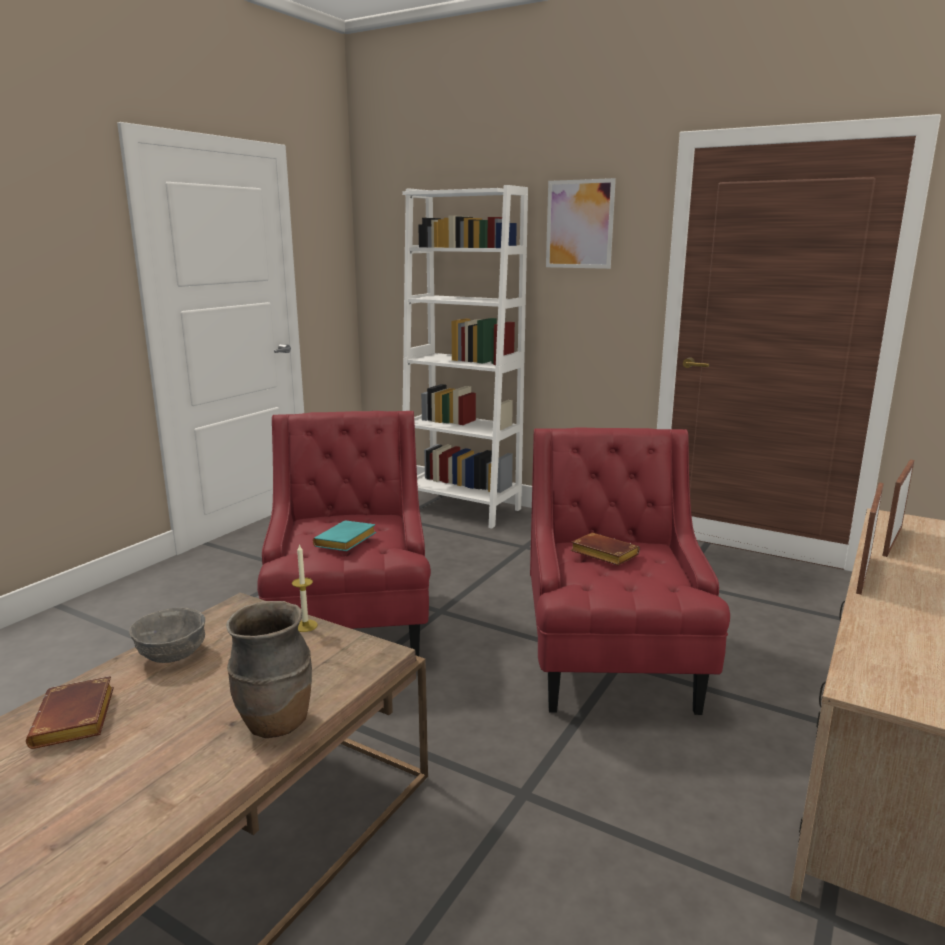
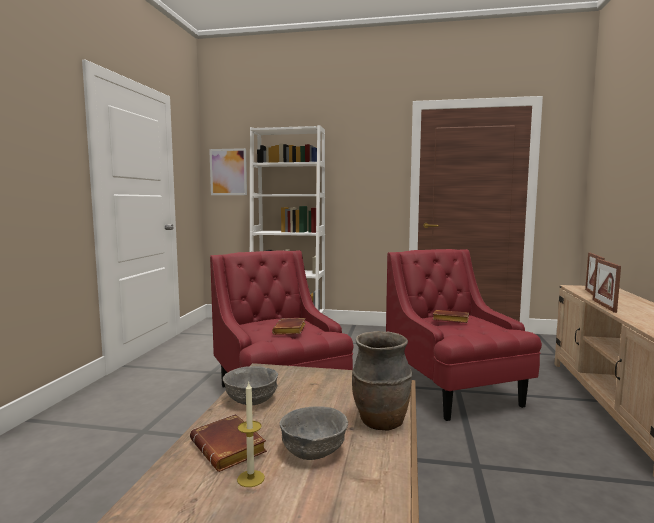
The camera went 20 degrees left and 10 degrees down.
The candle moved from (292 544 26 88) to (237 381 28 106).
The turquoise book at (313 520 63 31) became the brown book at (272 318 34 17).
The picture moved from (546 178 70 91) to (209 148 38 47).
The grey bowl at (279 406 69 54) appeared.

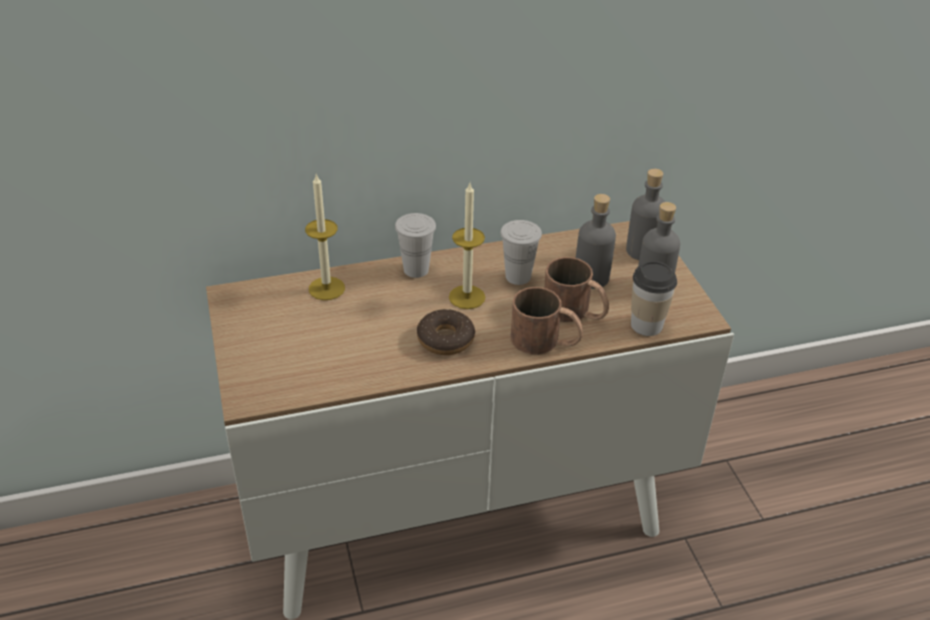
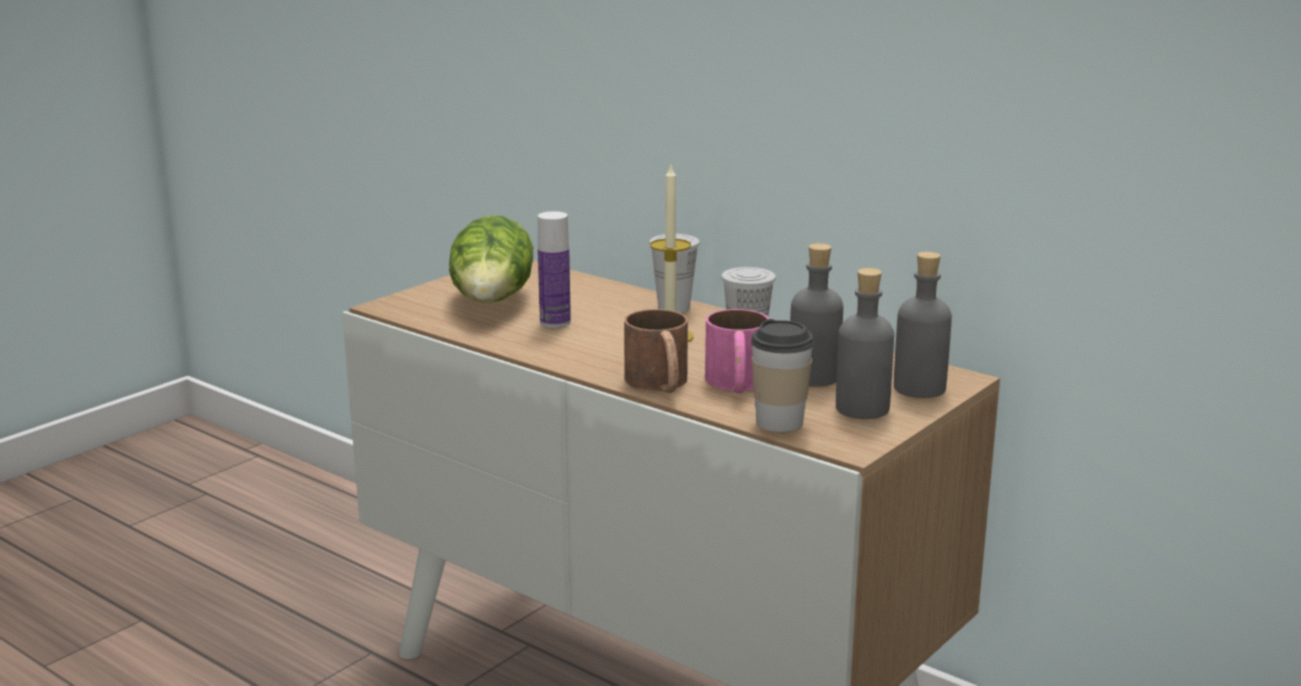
The camera went 55 degrees right and 20 degrees down.
The candle at (305 173 40 127) disappeared.
The donut at (417 309 58 46) disappeared.
The brown mug at (544 257 65 65) became the pink mug at (705 309 64 84).
The lettuce at (449 216 84 87) appeared.
The bottle at (538 211 33 117) appeared.

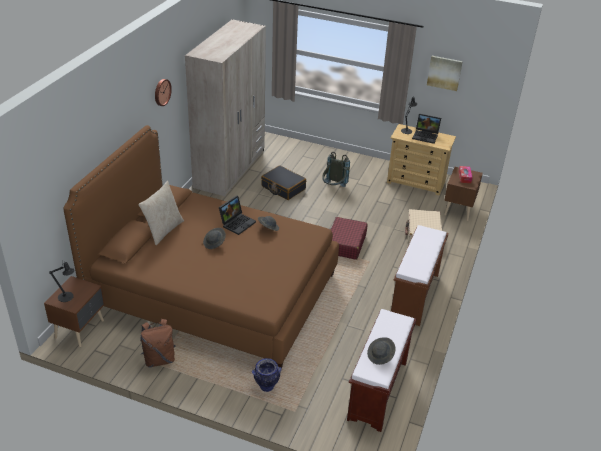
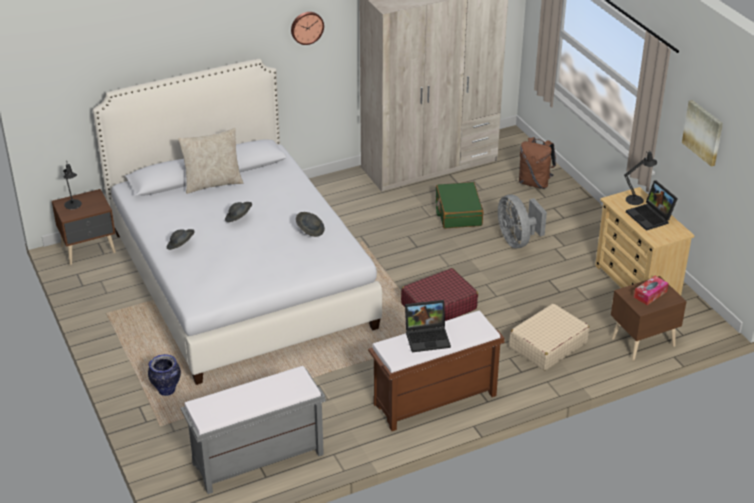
The camera went 45 degrees right and 0 degrees up.
The brown bed at (63 125 276 243) became the white bed at (93 59 289 326).
The brown backpack moved from (140 319 36 49) to (519 137 37 52).
The laptop moved from (219 195 37 40) to (405 300 46 52).
The black suitcase at (261 165 45 35) became the green suitcase at (436 182 48 46).
The grey backpack at (322 152 28 35) was replaced by the grey fan at (498 194 49 54).
The brown bench at (347 309 69 123) became the grey bench at (181 366 145 128).
The grey hat moved from (367 337 29 28) to (167 229 28 21).

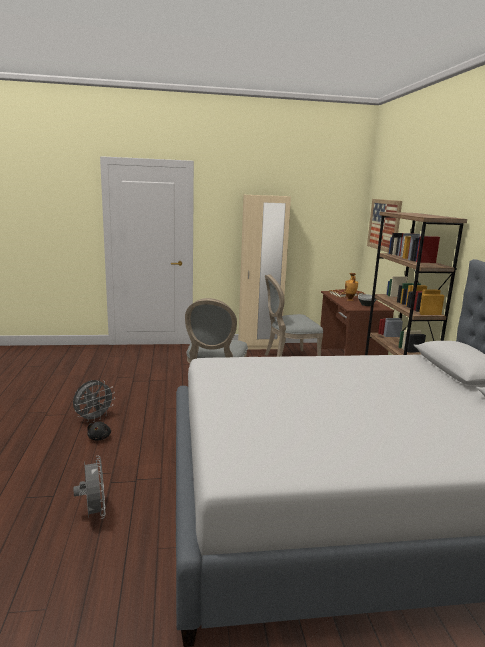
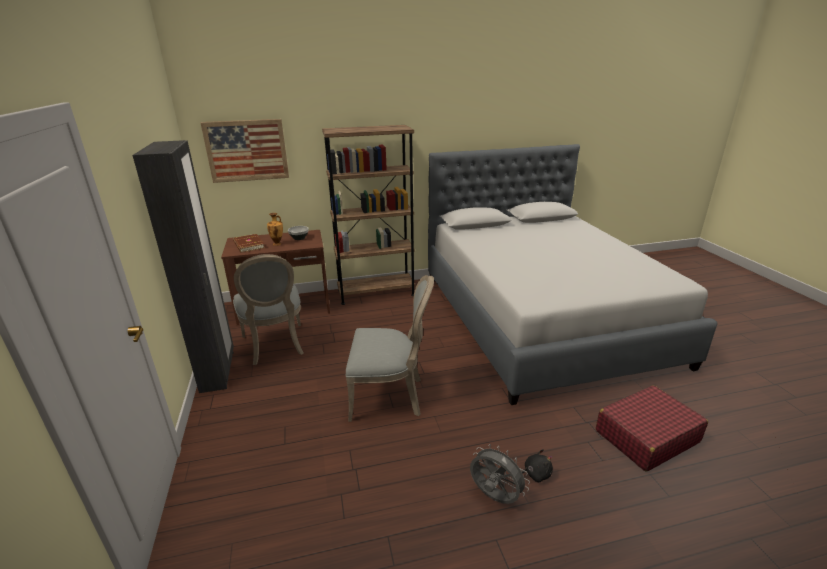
The camera went 95 degrees left and 10 degrees up.
The grey fan at (73 456 33 63) was replaced by the red suitcase at (596 385 112 87).
The beige wardrobe at (238 195 53 155) became the black wardrobe at (132 140 102 253).

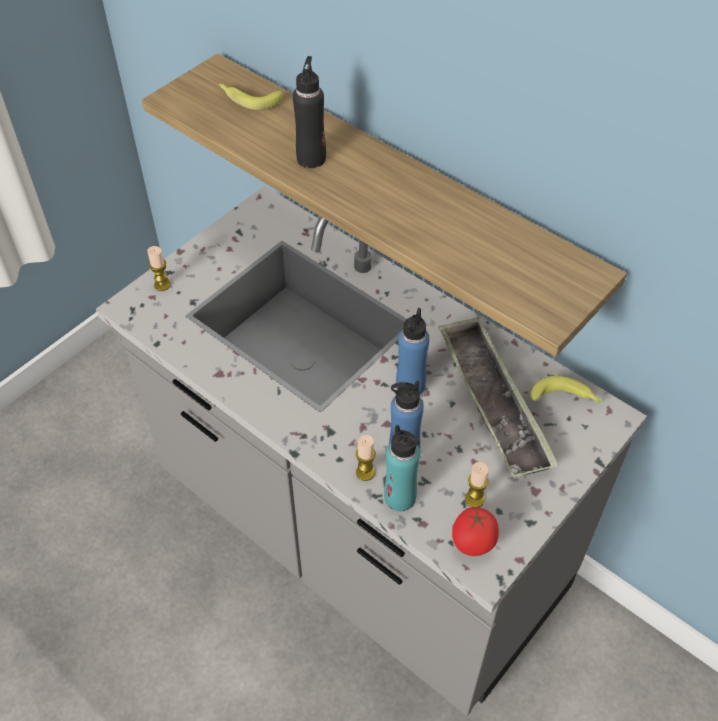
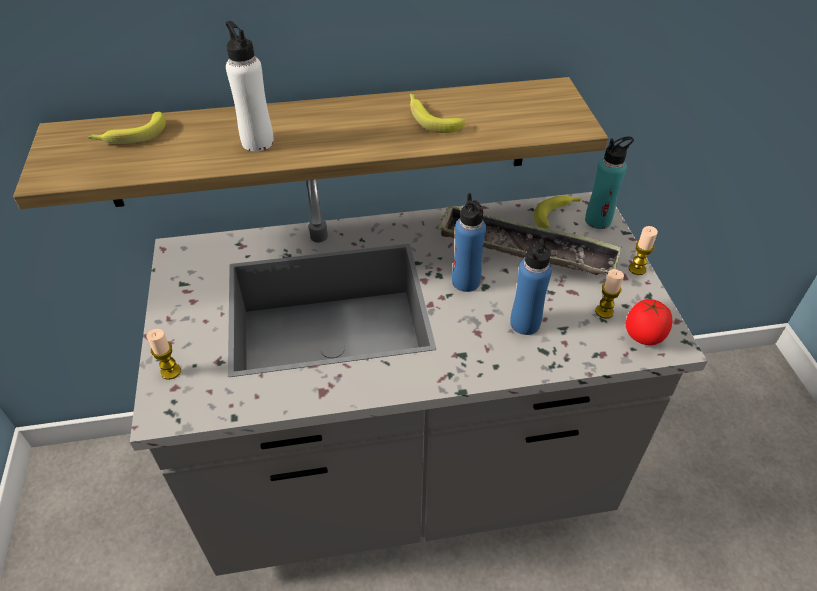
The camera went 50 degrees left and 5 degrees down.
The black bottle at (293 56 33 112) became the white bottle at (226 21 48 130).
The candle moved from (356 435 20 46) to (628 226 30 49).
The turquoise bottle moved from (384 425 36 86) to (585 136 49 93).
The banana at (410 93 55 40) appeared.

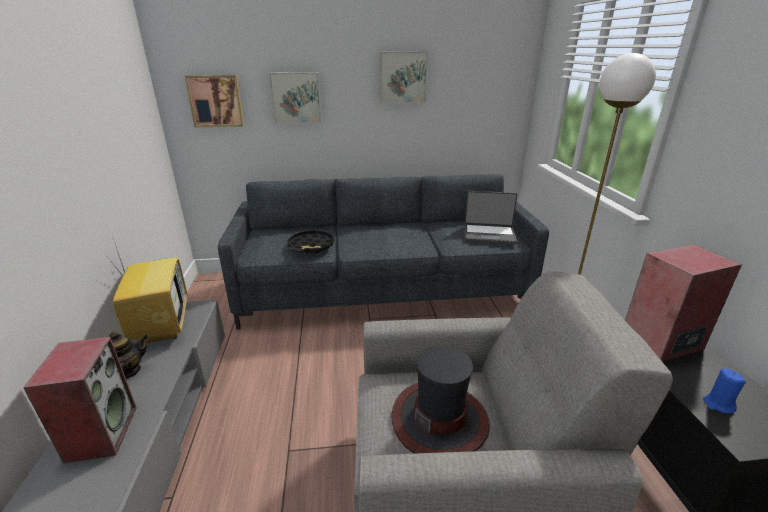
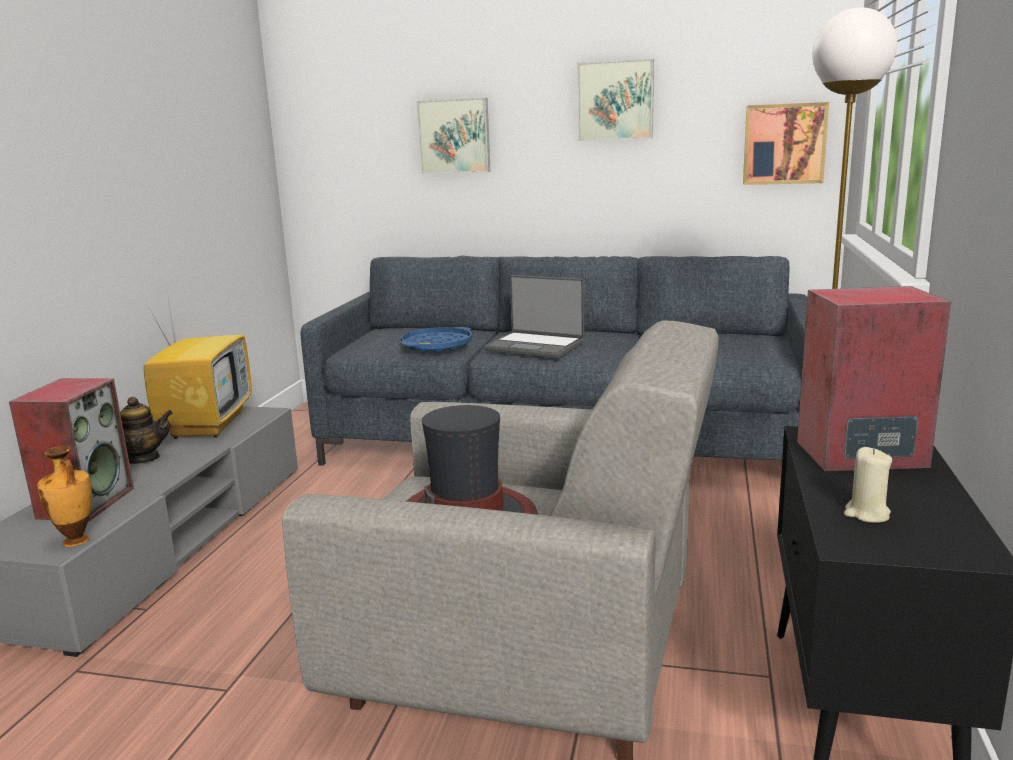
The camera went 20 degrees right and 10 degrees down.
The picture moved from (184 75 60 52) to (743 102 86 83).
The black tray at (287 229 47 25) became the blue tray at (401 327 71 26).
The laptop moved from (464 191 54 53) to (484 275 100 83).
The blue candle at (703 368 43 46) became the beige candle at (844 447 48 76).
The vase at (37 446 55 101) appeared.

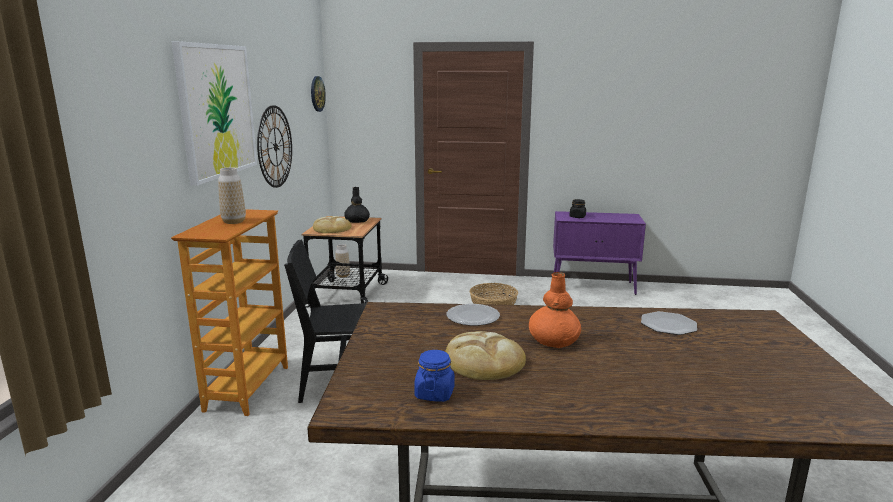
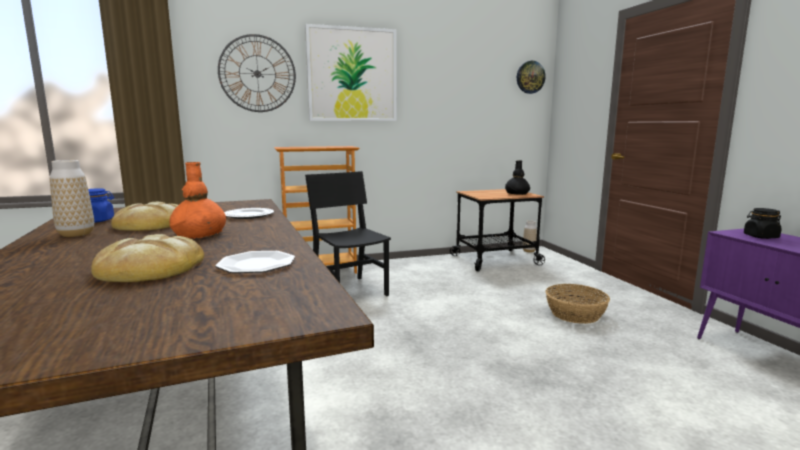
The camera went 65 degrees right and 5 degrees down.
The vase moved from (218 167 28 57) to (50 160 44 77).
The wall clock moved from (257 105 35 83) to (218 34 78 78).
The bread moved from (313 216 39 17) to (91 234 113 48).

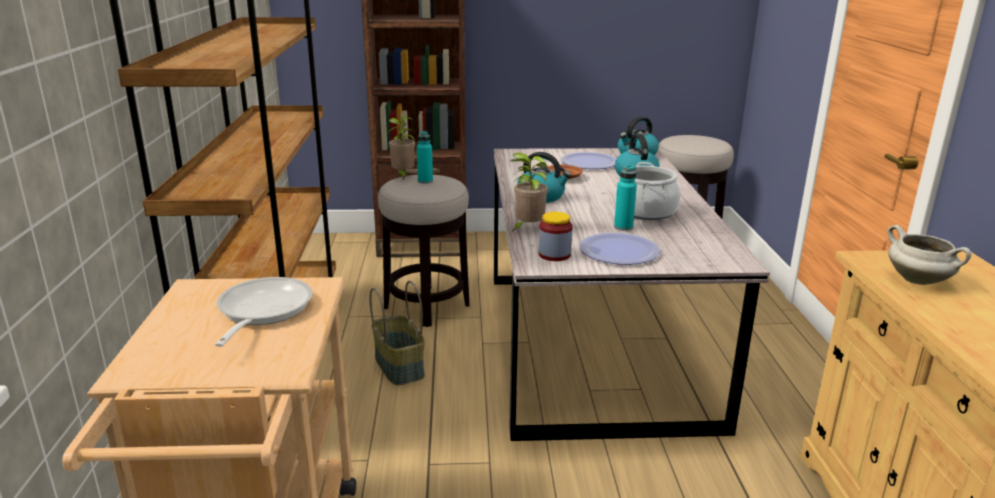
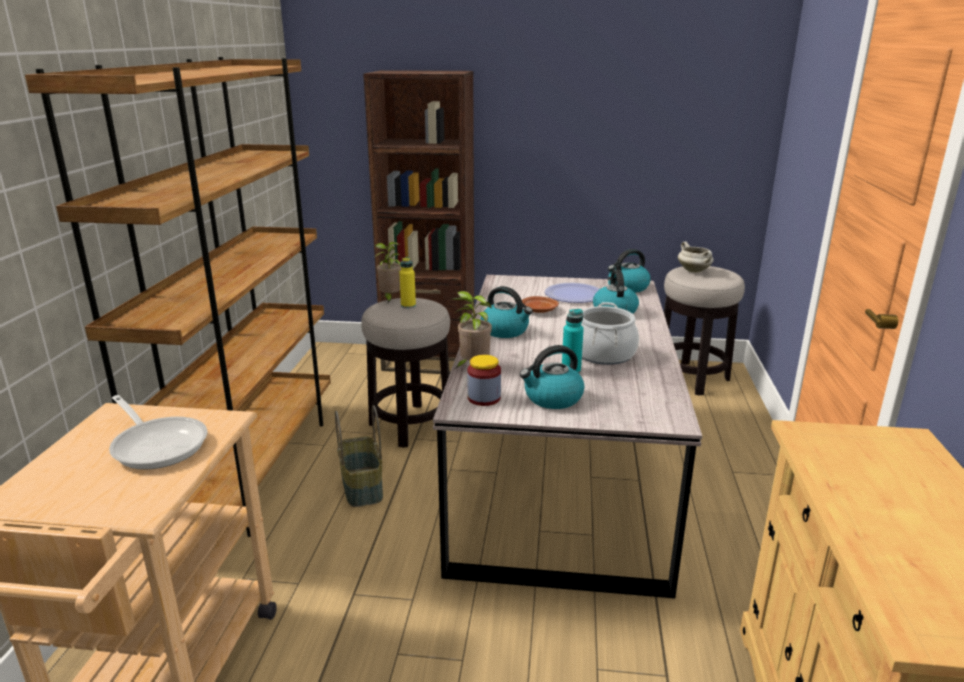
The camera went 10 degrees right and 0 degrees up.
The frying pan at (215 277 97 70) turned 120 degrees clockwise.
The turquoise bottle at (417 131 16 53) became the yellow bottle at (399 257 17 51).
The plate at (579 232 81 33) was replaced by the kettle at (520 345 65 64).
The white cooking pot moved from (887 225 84 60) to (678 241 36 32).

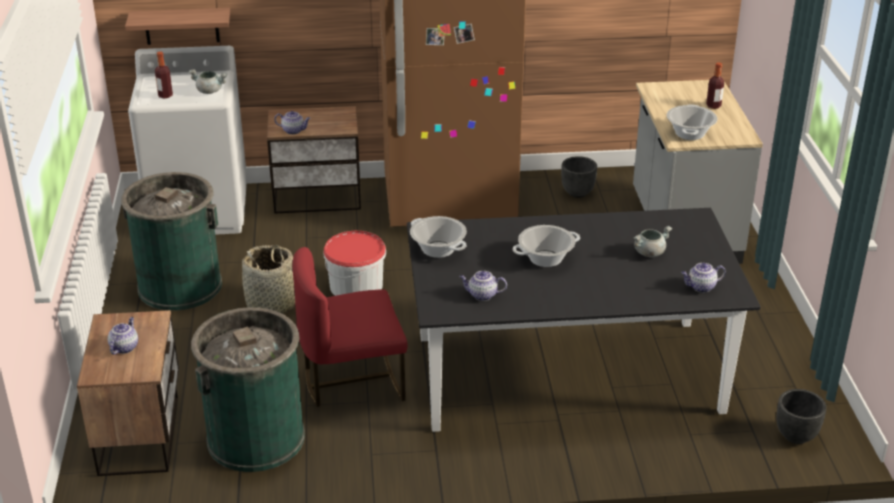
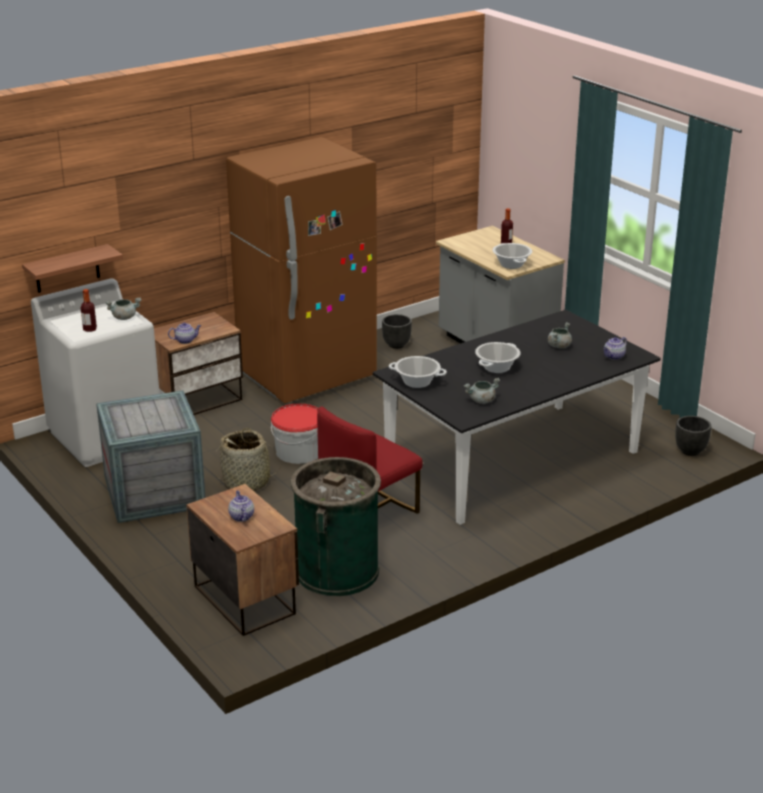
The camera went 30 degrees left and 5 degrees down.
The green trash can at (121 172 101 139) was replaced by the crate at (96 391 109 132).
The teapot at (459 271 48 30) was replaced by the grey cooking pot at (463 378 37 26).

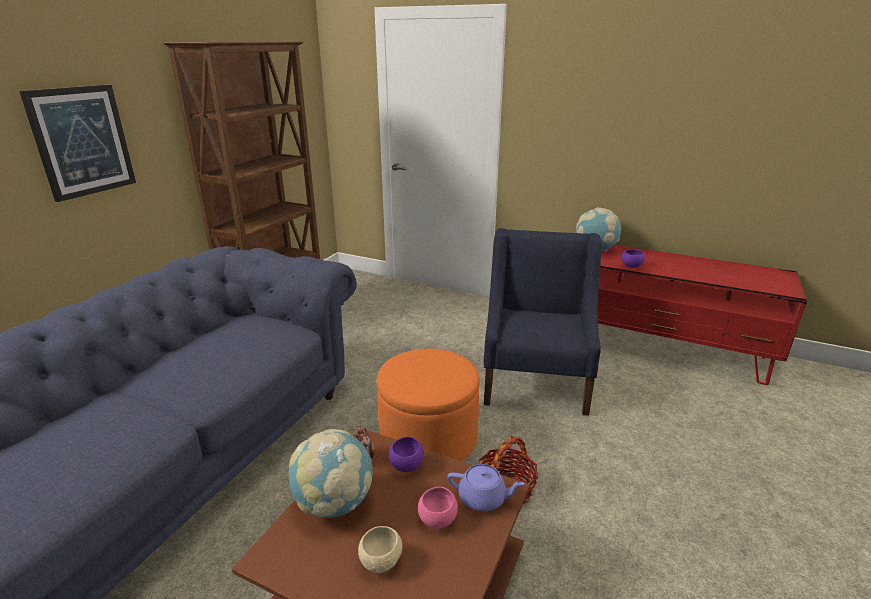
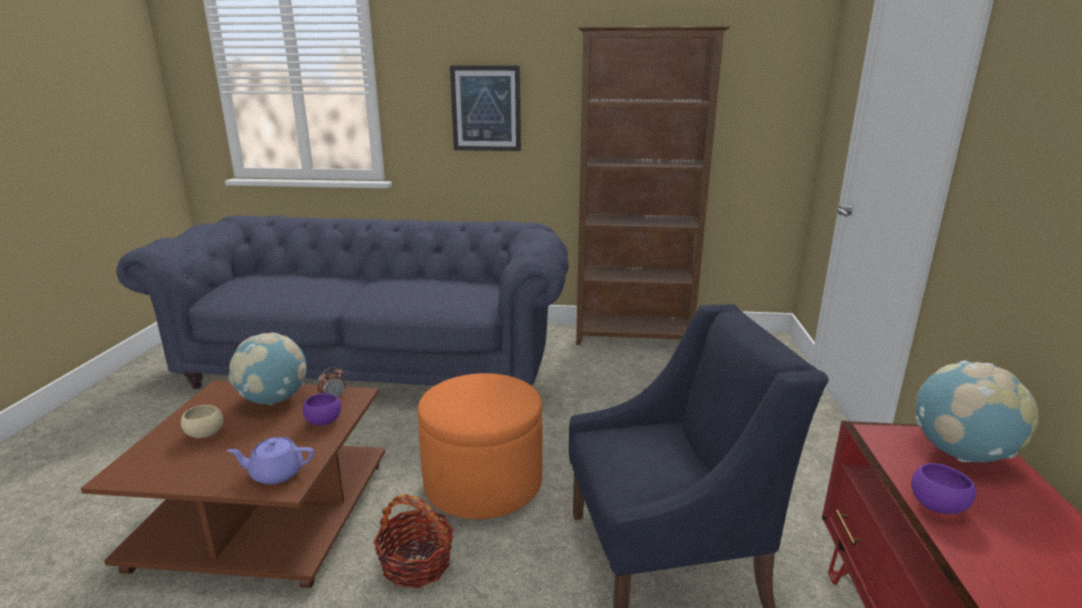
The camera went 70 degrees right and 5 degrees down.
The pink bowl at (418 487 40 42) disappeared.
The purple teapot at (447 464 78 48) turned 90 degrees clockwise.

